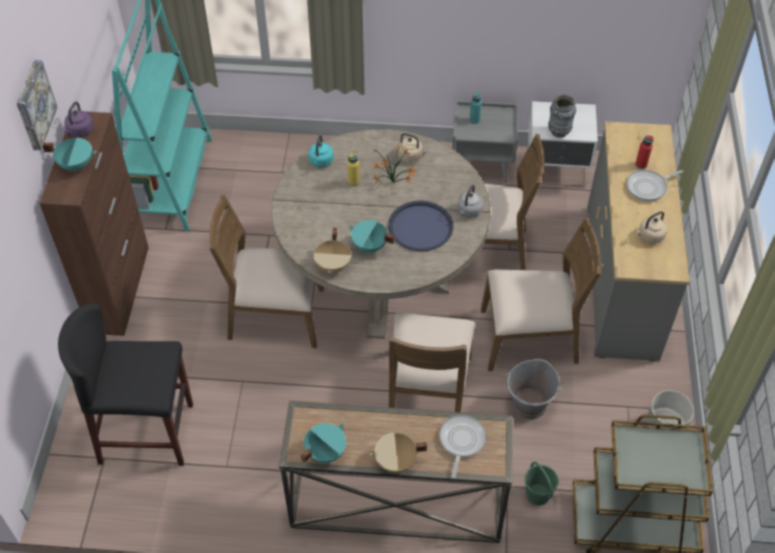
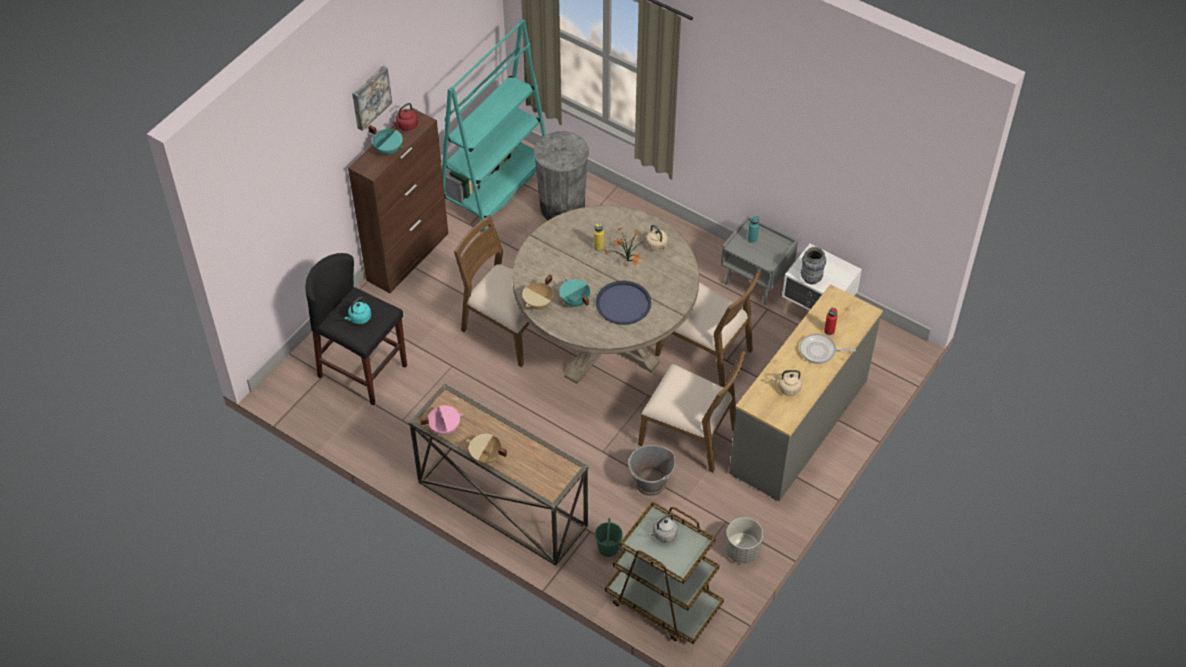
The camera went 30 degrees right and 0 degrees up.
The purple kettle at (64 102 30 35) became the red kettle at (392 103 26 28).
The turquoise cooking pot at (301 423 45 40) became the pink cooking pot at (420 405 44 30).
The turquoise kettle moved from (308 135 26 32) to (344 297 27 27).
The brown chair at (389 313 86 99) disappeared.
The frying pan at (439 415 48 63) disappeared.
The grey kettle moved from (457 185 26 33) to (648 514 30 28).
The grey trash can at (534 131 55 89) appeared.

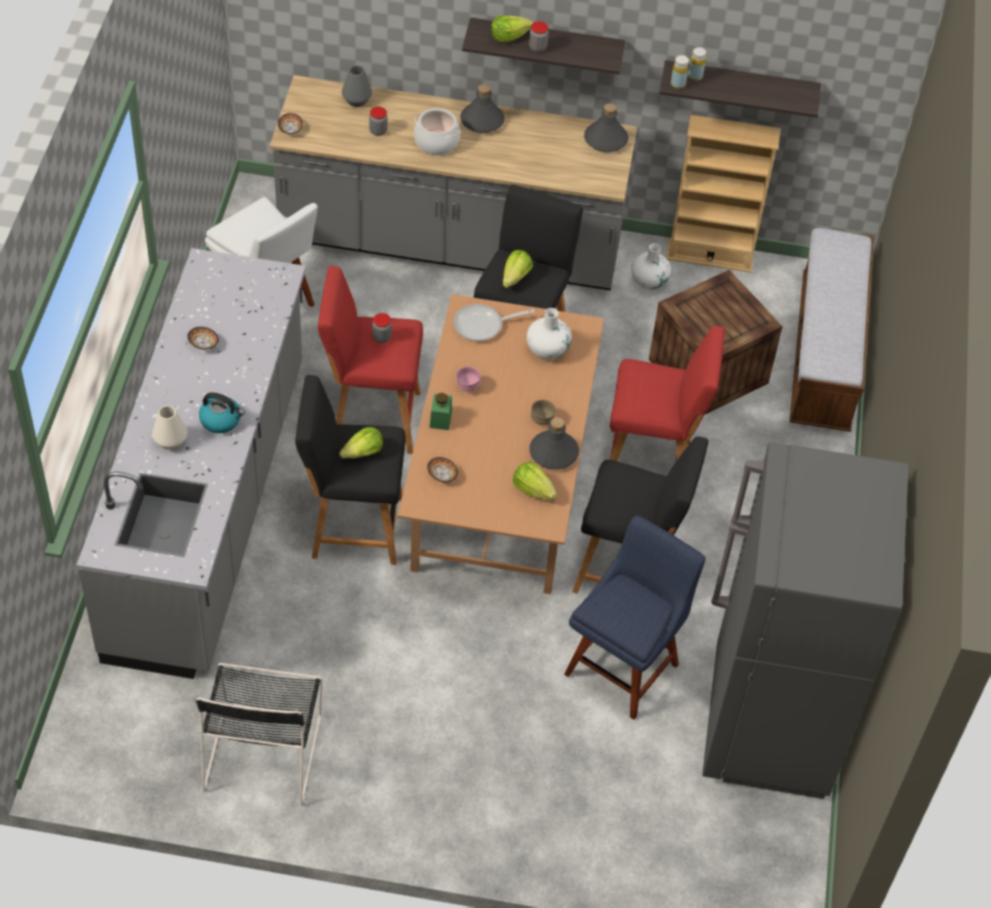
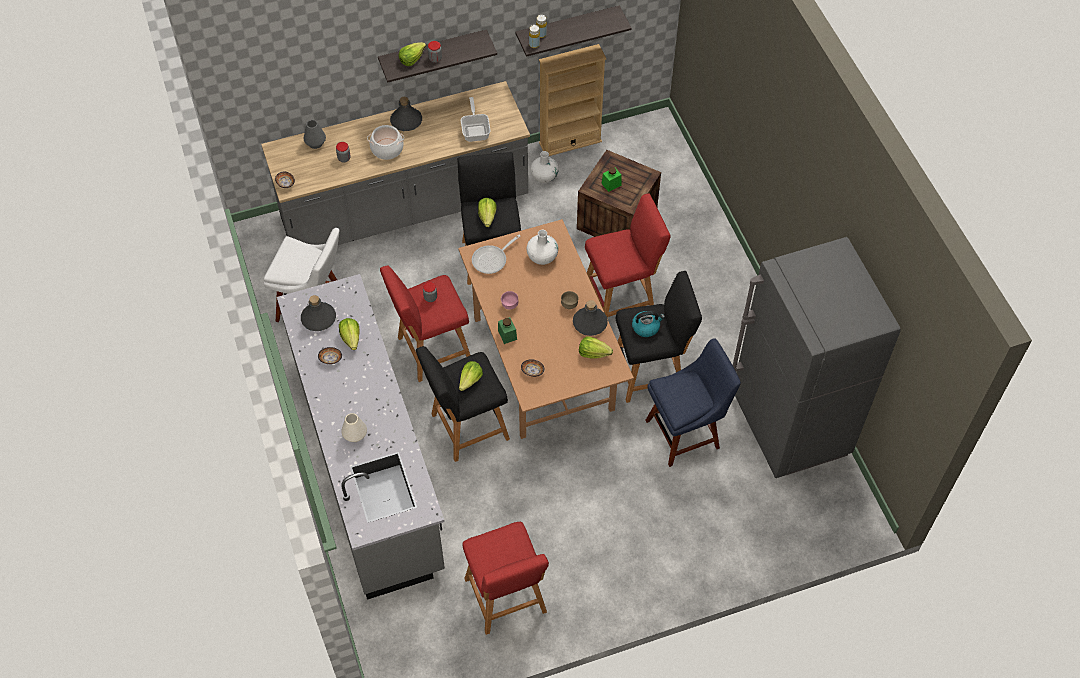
The camera went 25 degrees left and 5 degrees up.
The black chair at (195 663 127 142) was replaced by the red stool at (463 522 86 113).
The kettle moved from (199 392 46 41) to (632 311 33 26).
The blue chair at (564 516 142 204) turned 60 degrees clockwise.
The grey bottle moved from (584 103 45 49) to (301 295 35 36).
The bench at (789 227 85 205) disappeared.
The lettuce at (339 318 21 32) appeared.
The frying pan at (461 97 29 45) appeared.
The green jar at (602 167 20 25) appeared.

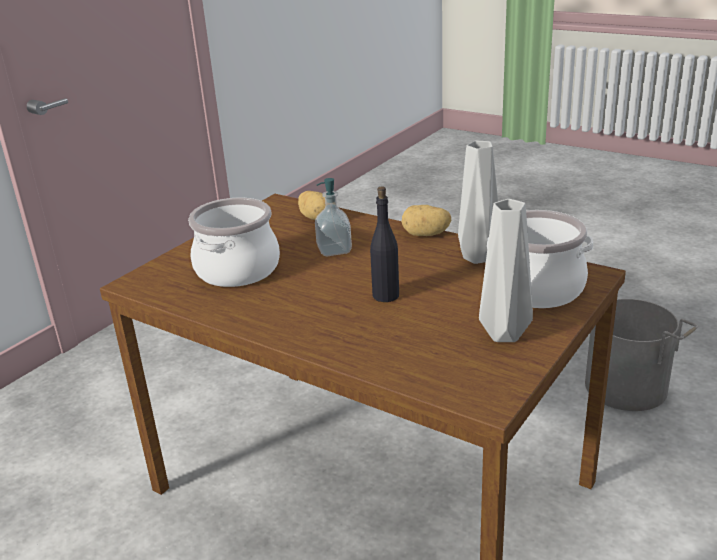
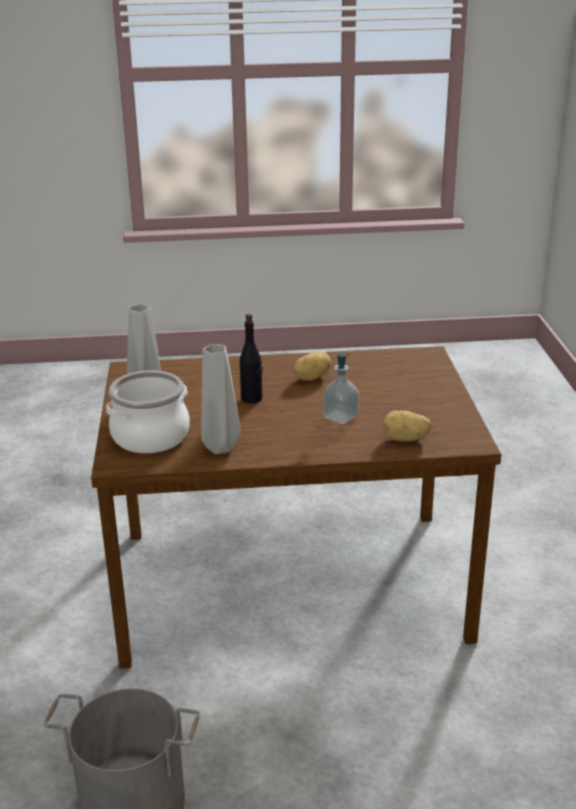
The camera went 140 degrees right and 0 degrees up.
The cooking pot at (188 198 92 89) disappeared.
The potato moved from (402 205 49 31) to (293 351 38 30).

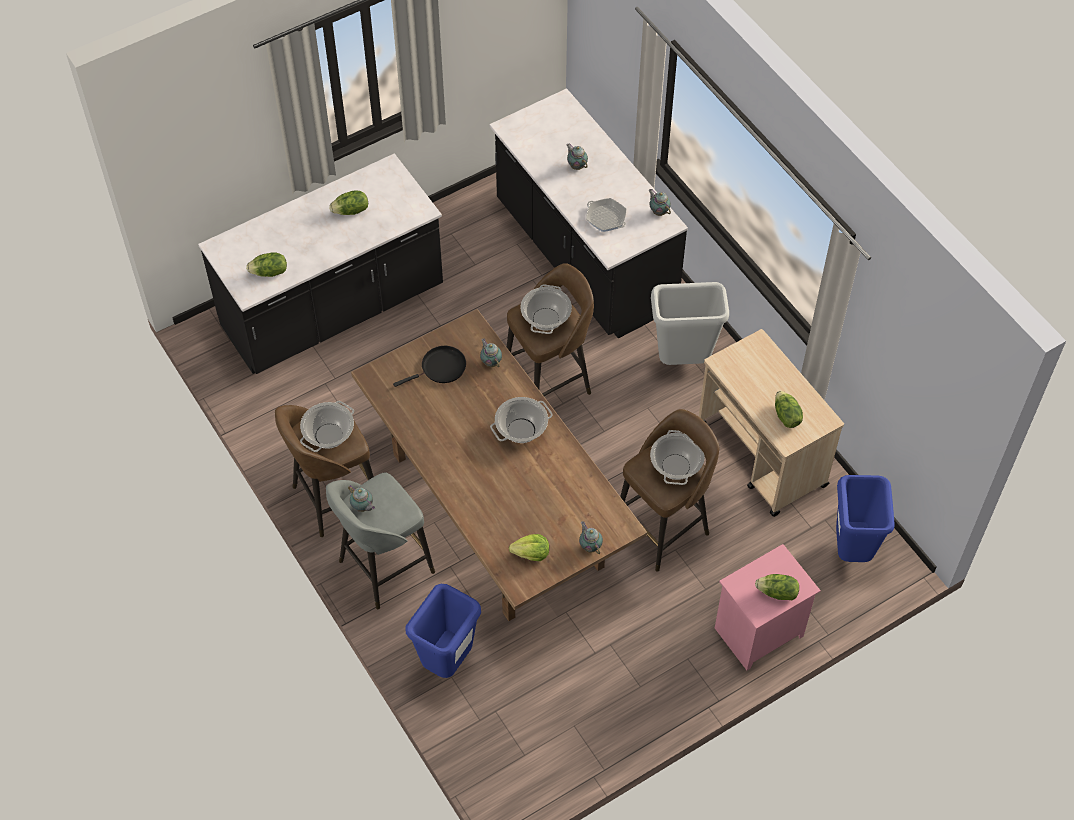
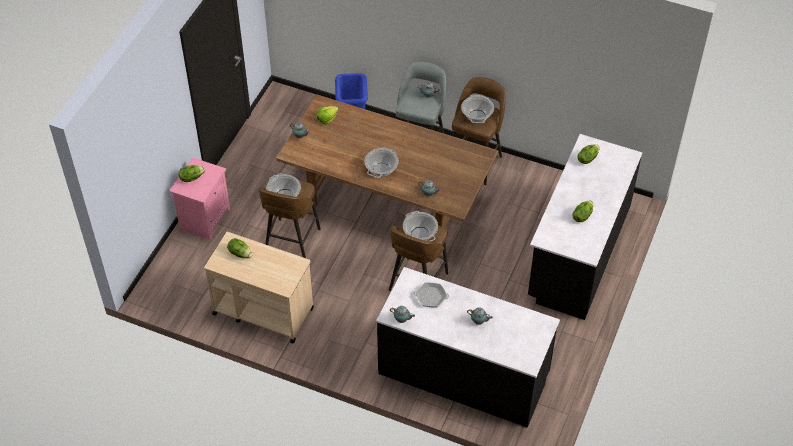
The camera went 145 degrees right and 5 degrees down.
The black frying pan at (393 346 73 41) disappeared.
The grey trash can at (651 282 78 83) disappeared.
The blue trash can at (836 475 59 87) disappeared.

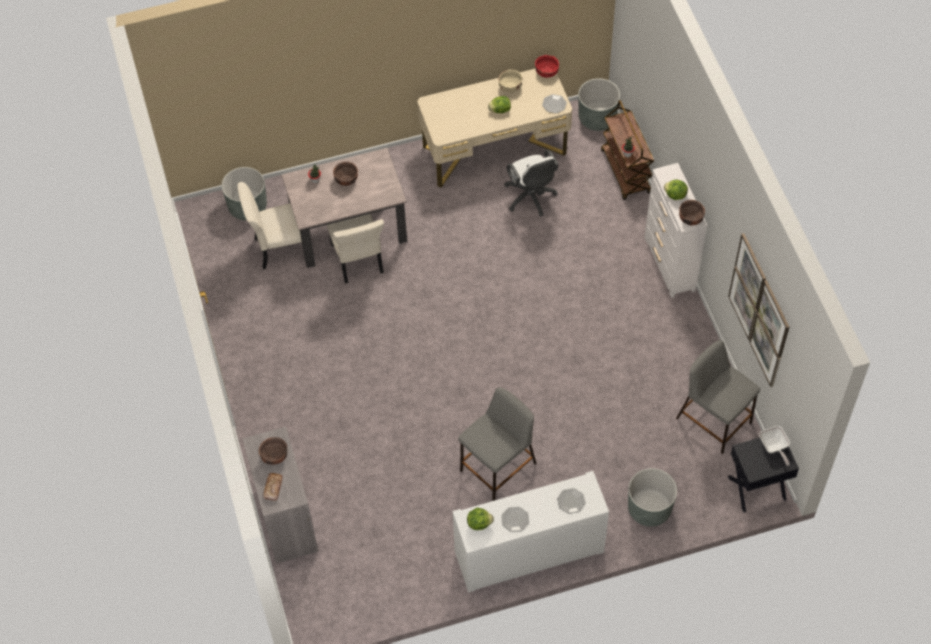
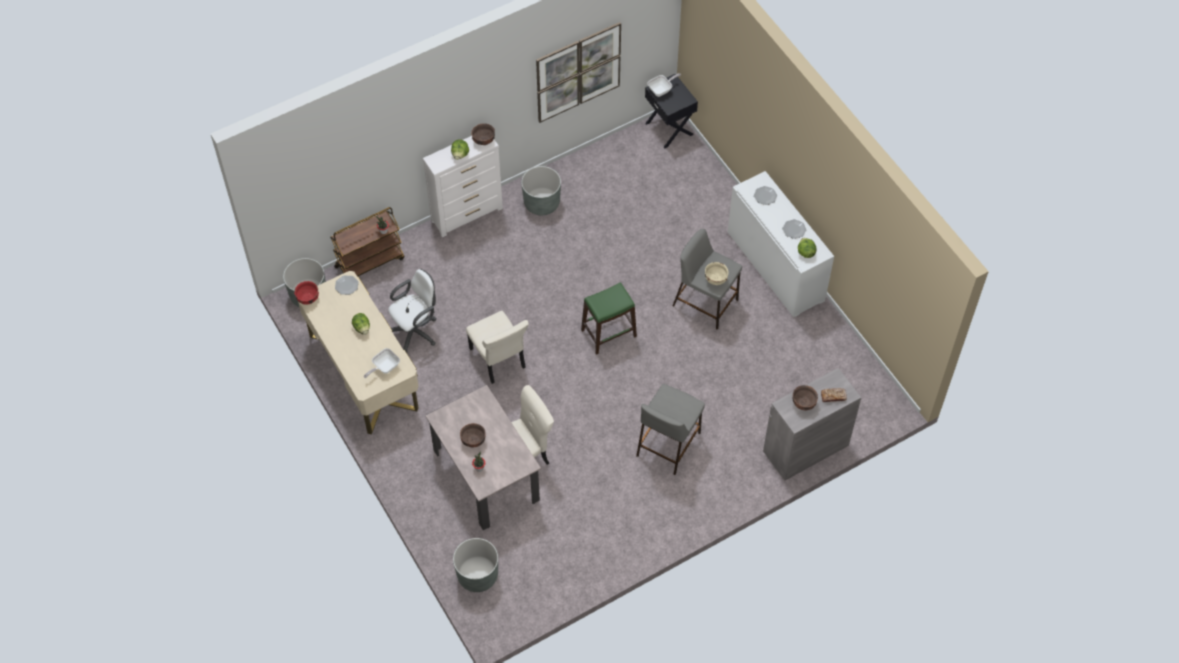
The camera went 105 degrees left and 0 degrees up.
The beige chair moved from (237 182 65 87) to (466 311 63 73).
The beige bowl moved from (498 70 25 22) to (705 262 24 23).
The grey planter moved from (628 468 49 59) to (521 166 40 49).
The grey stool moved from (676 340 84 114) to (636 384 69 91).
The frying pan at (364 348 36 30) appeared.
The green stool at (581 282 56 73) appeared.

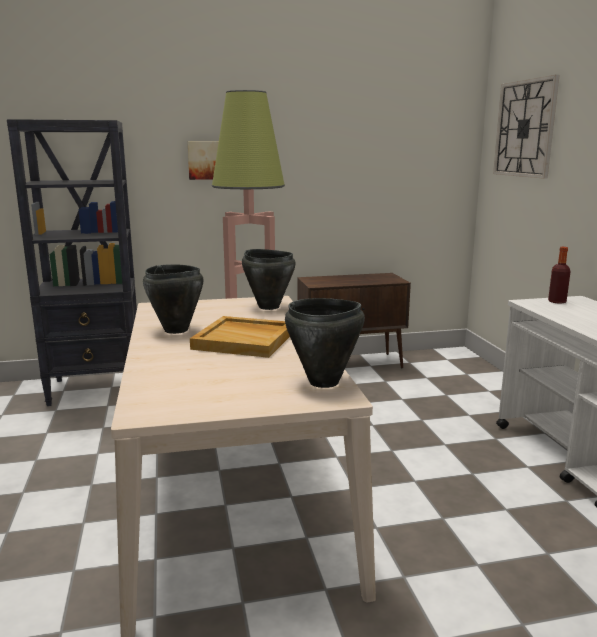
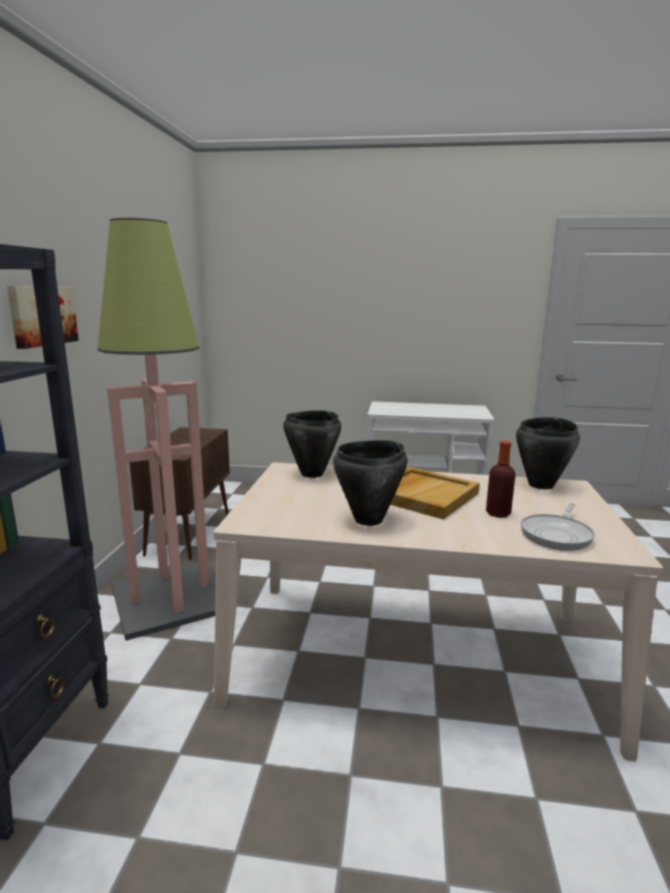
The camera went 70 degrees left and 0 degrees up.
The wall clock at (493 75 67 104) disappeared.
The bottle moved from (548 247 23 57) to (486 441 29 77).
The frying pan at (521 503 74 48) appeared.

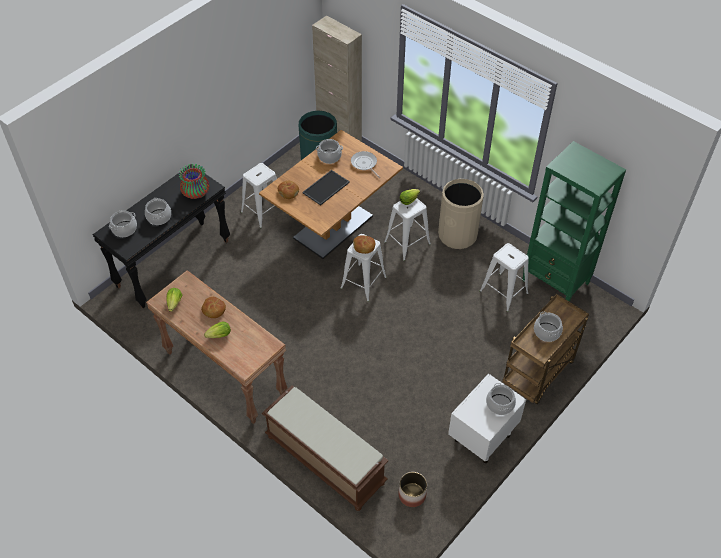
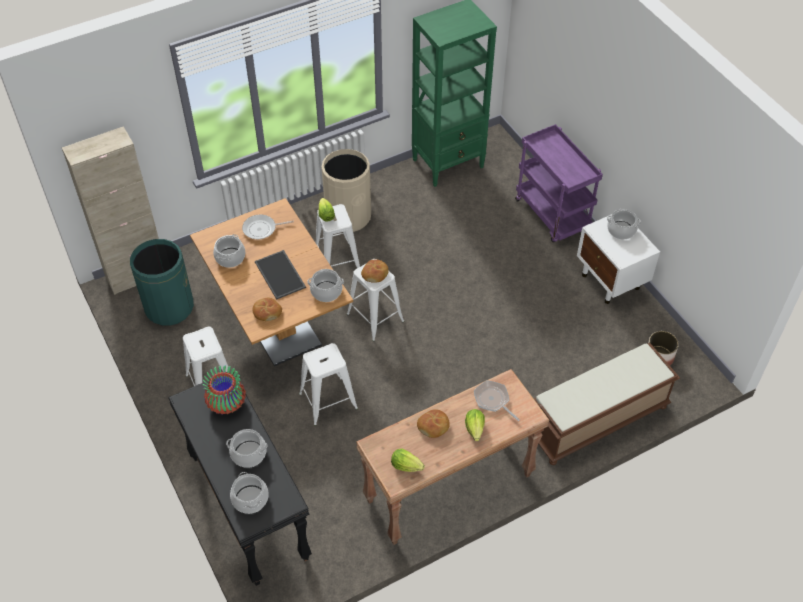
The camera went 70 degrees left and 0 degrees up.
The white stool moved from (479 243 50 69) to (299 343 59 83).
The brown cart at (502 294 87 110) became the purple cart at (515 124 88 119).
The cooking pot moved from (534 312 29 30) to (307 269 37 33).
The frying pan at (474 380 46 41) appeared.

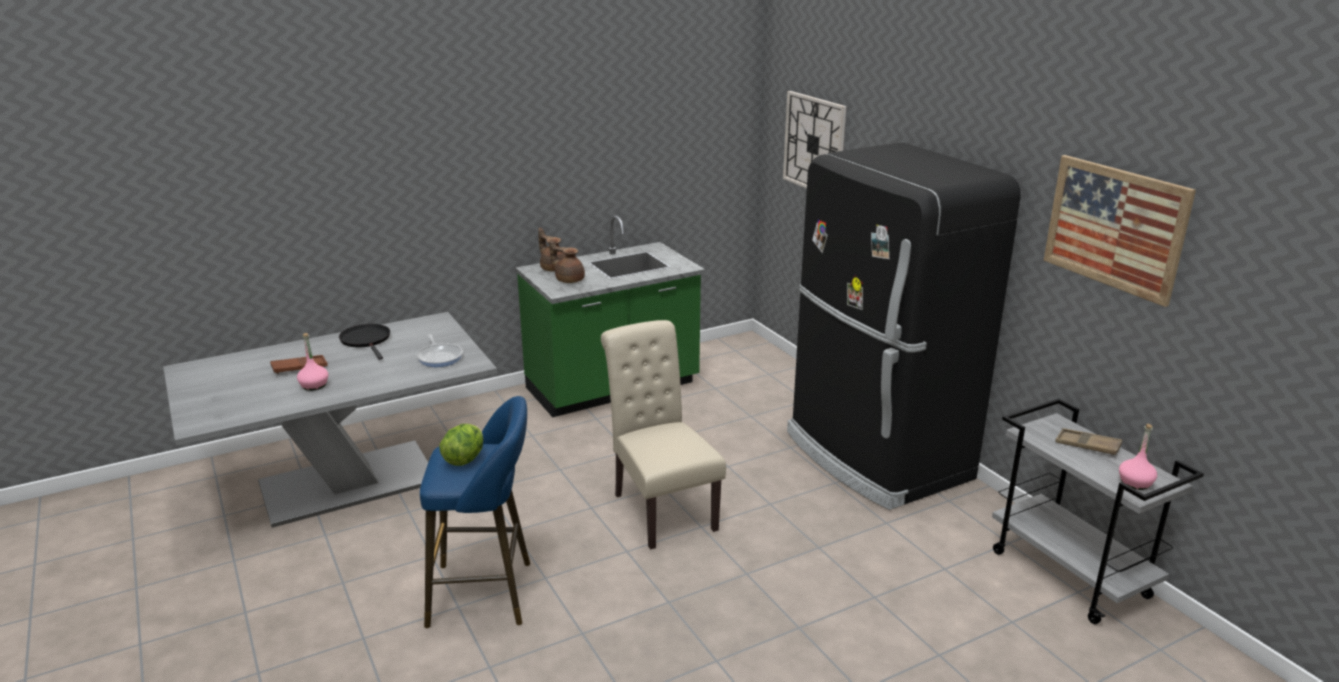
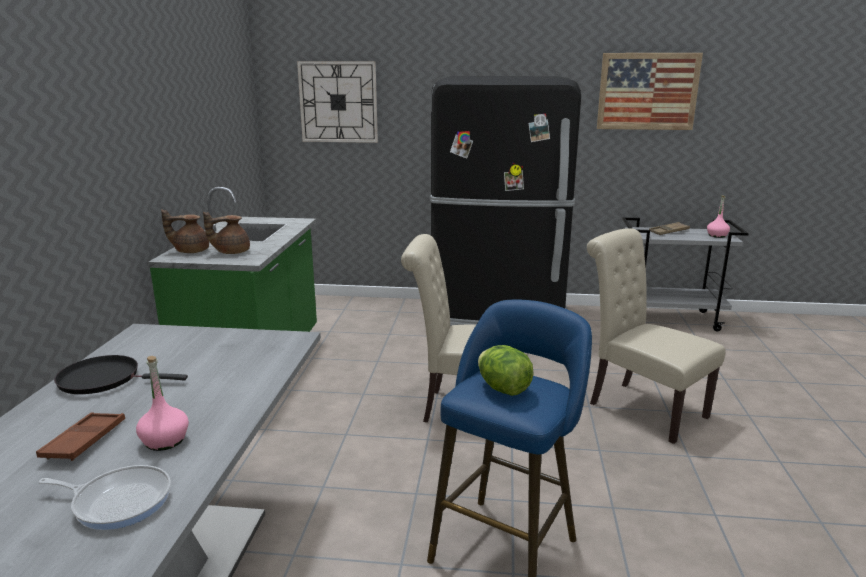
The camera went 55 degrees left and 5 degrees down.
The frying pan moved from (417 334 46 33) to (39 465 132 65).
The beige chair at (587 228 139 216) appeared.

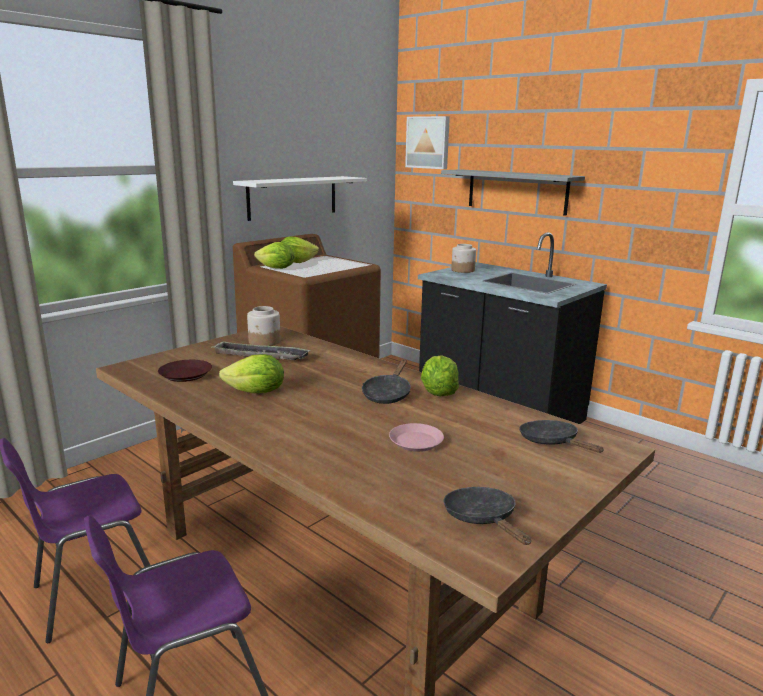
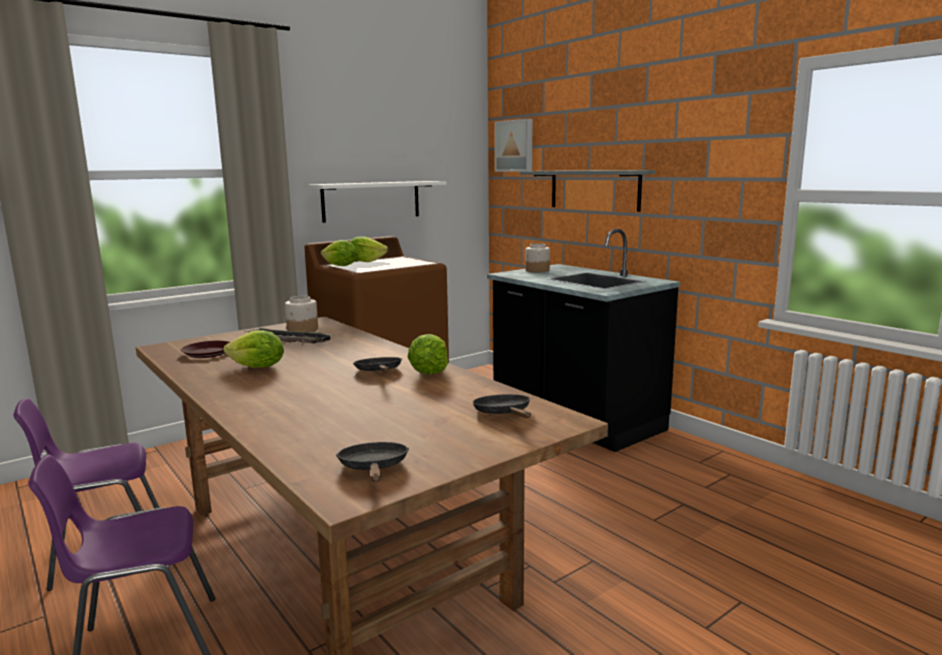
The camera went 10 degrees right and 5 degrees down.
The black frying pan at (362 359 49 45) turned 135 degrees clockwise.
The pink plate at (389 423 55 29) disappeared.

